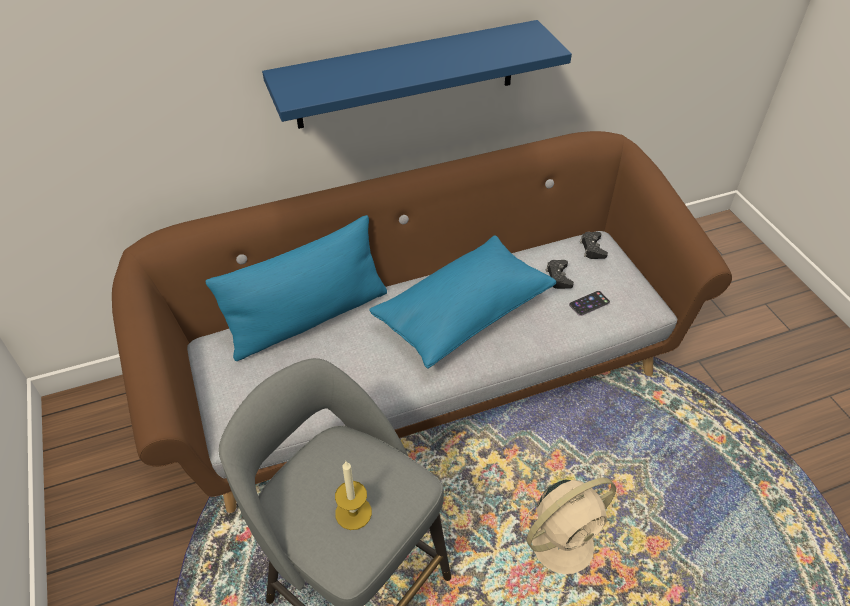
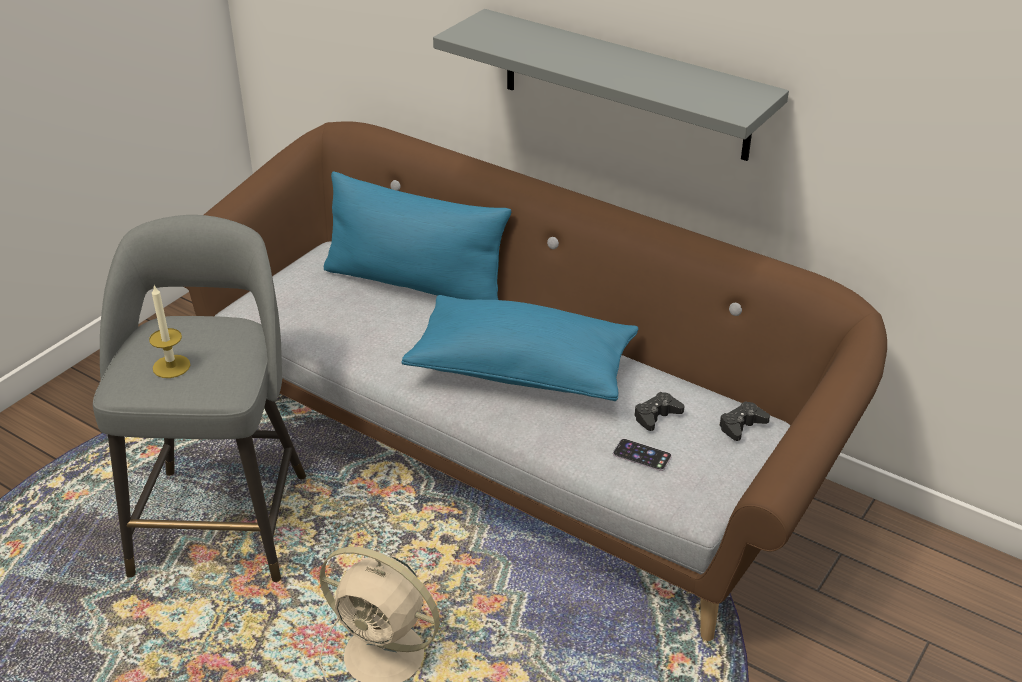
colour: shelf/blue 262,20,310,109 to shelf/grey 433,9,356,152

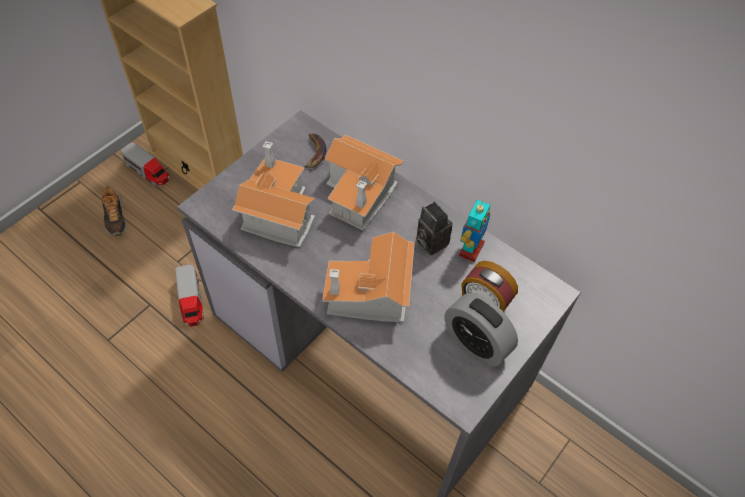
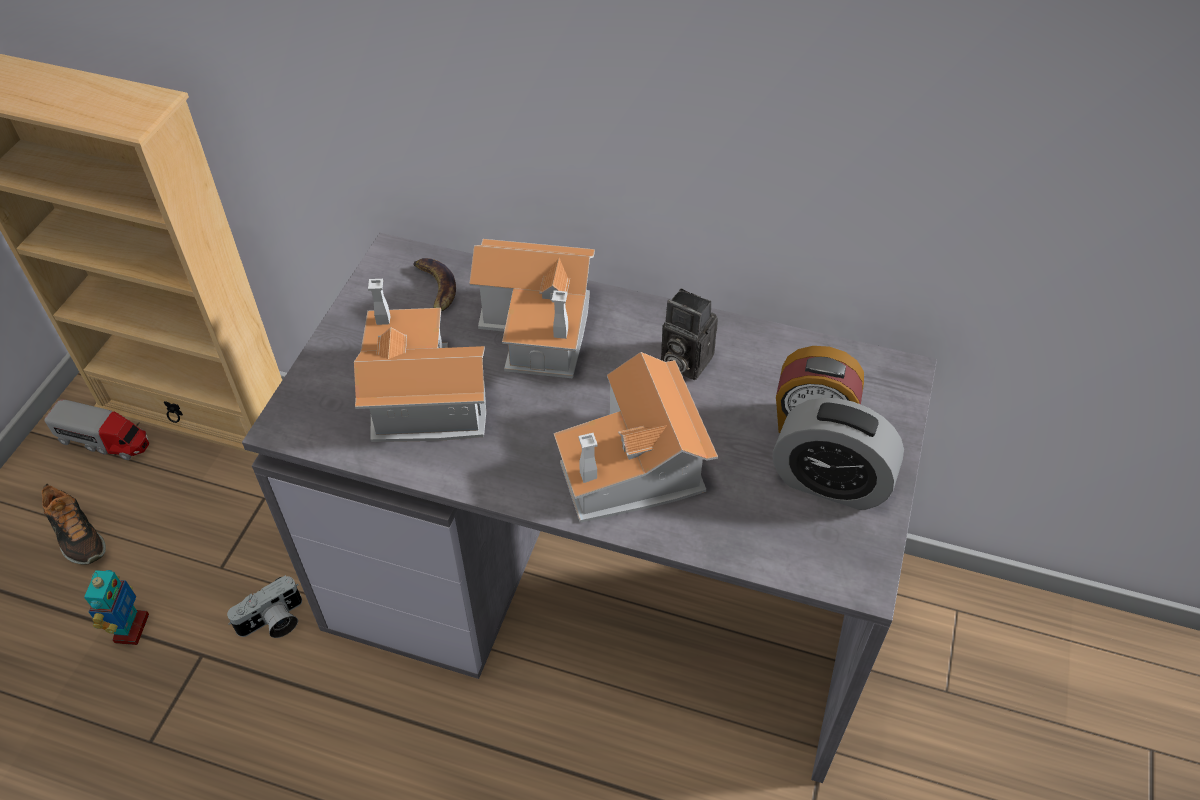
relocated: toy robot 459,200,32,62 to 84,570,65,75
exchanged: toy truck 175,264,29,63 to photo camera 227,575,75,63

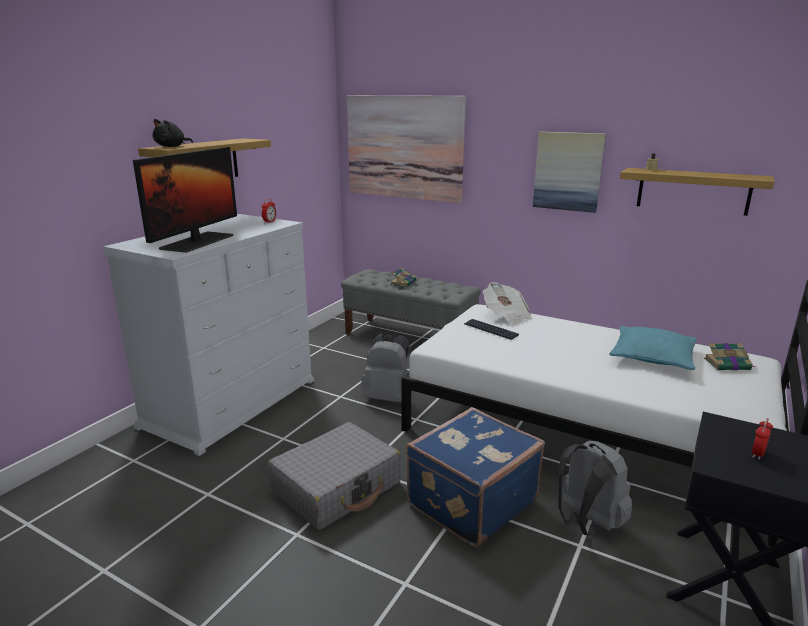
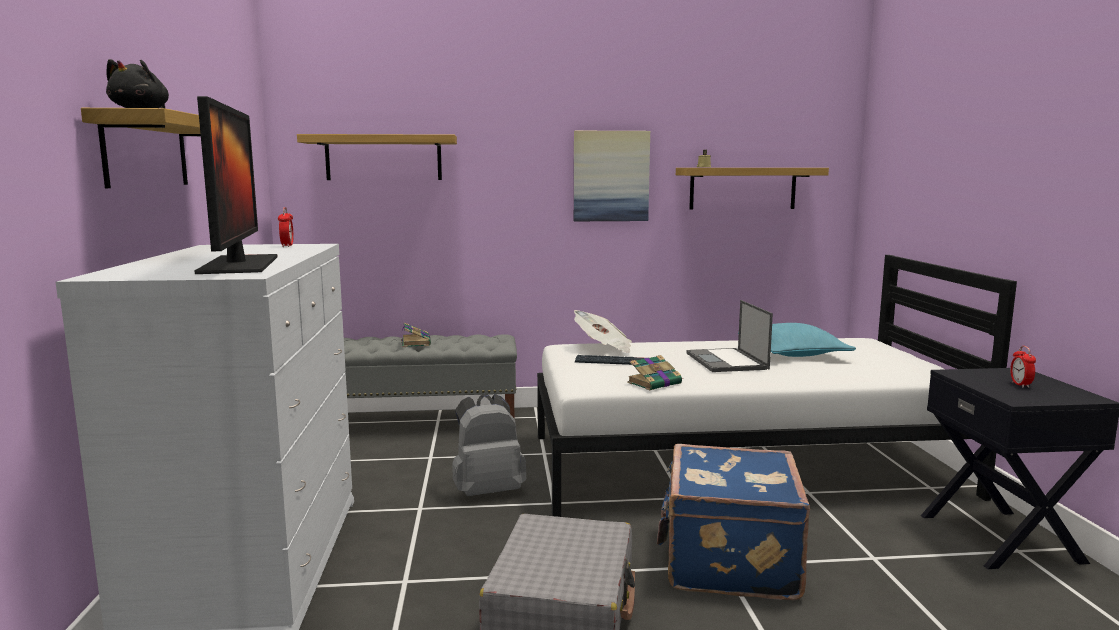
missing: backpack/grey 558,441,74,95
appeared: laptop 686,300,87,72
relocated: book 704,343,51,27 to 627,355,55,36
exchanged: picture 347,95,119,108 to shelf 297,134,160,46

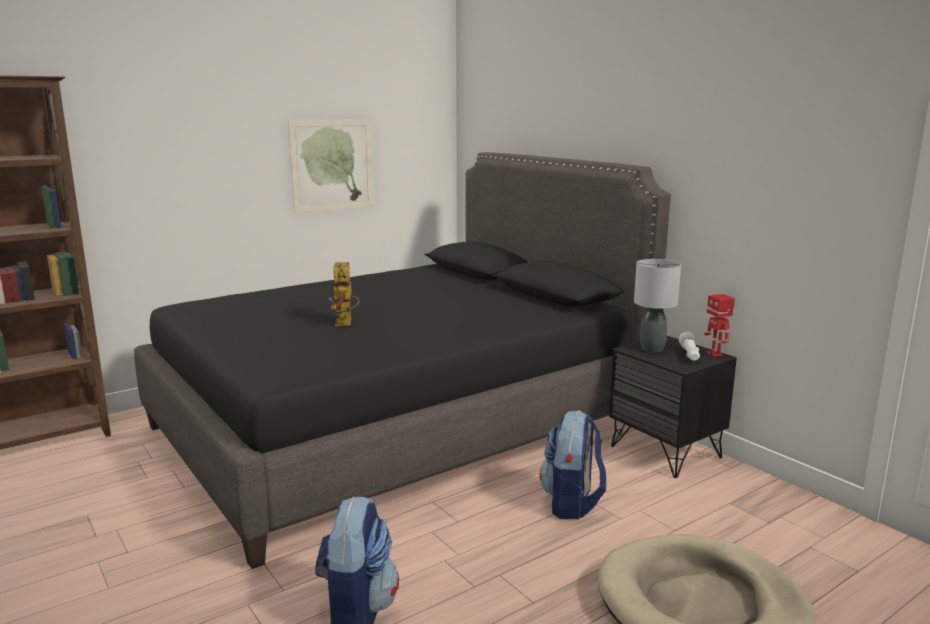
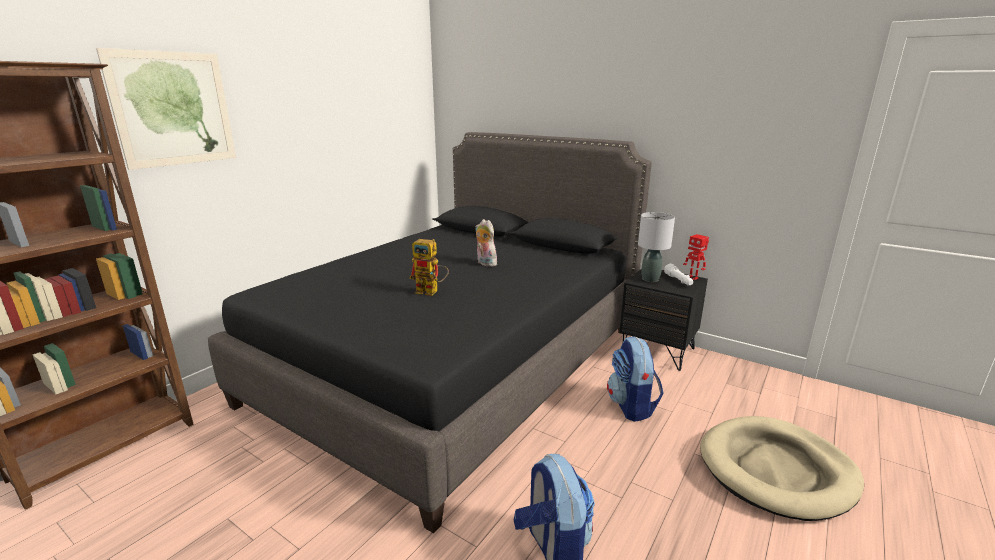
appeared: plush toy 476,219,21,48
relocated: picture 288,119,86,95 to 96,48,140,122
spun: toy robot 329,262,30,64 = 409,239,40,57 45 degrees counterclockwise

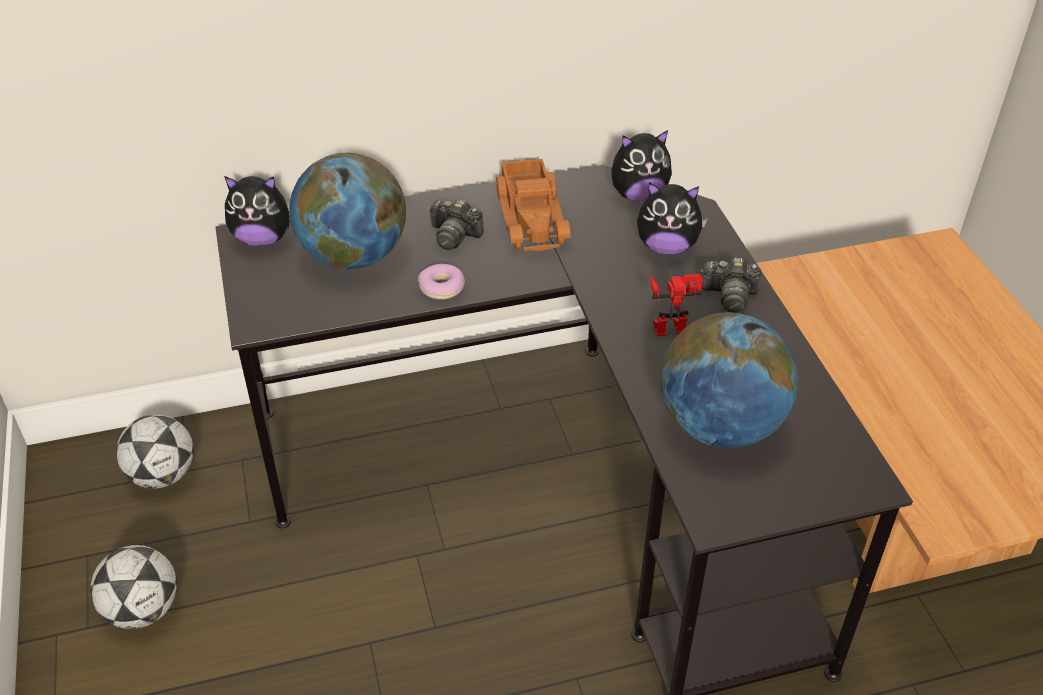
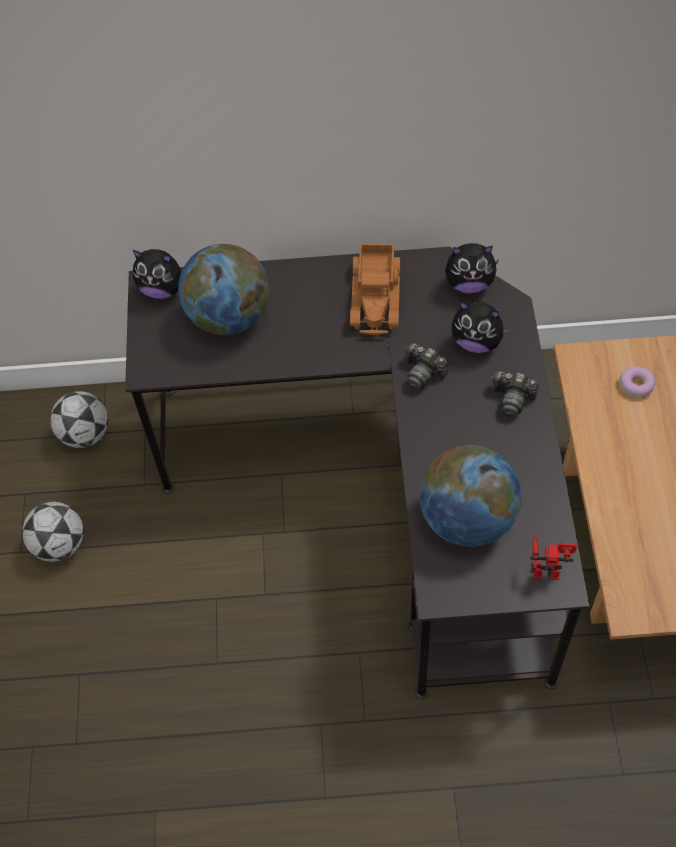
relocated: donut 418,264,47,35 to 619,366,36,31; photo camera 429,199,55,51 to 405,343,43,47; toy robot 651,274,52,62 to 530,533,47,47

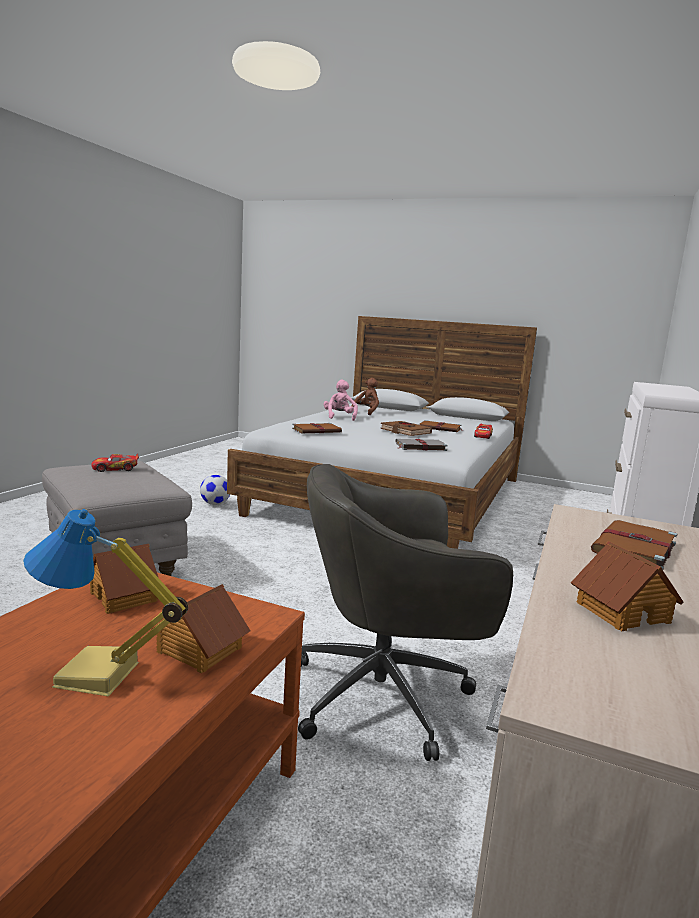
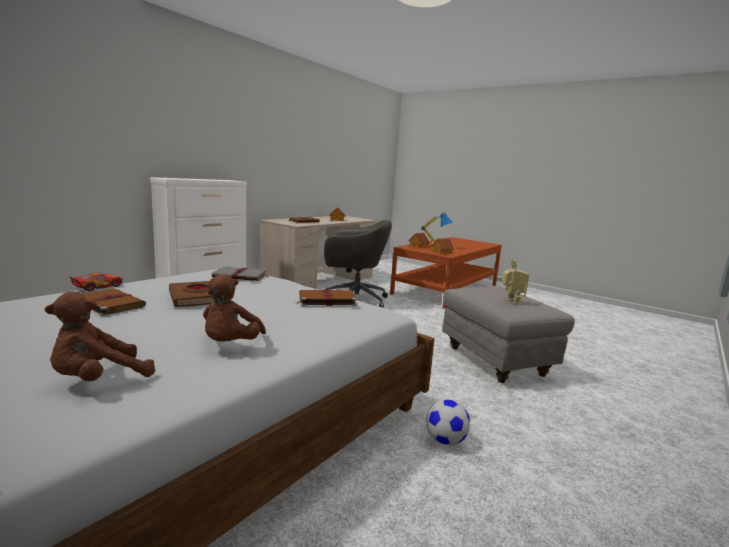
exchanged: toy car 91,453,48,19 to toy robot 502,259,27,46
colour: plush toy/pink 324,380,34,41 to plush toy/brown 203,274,63,68

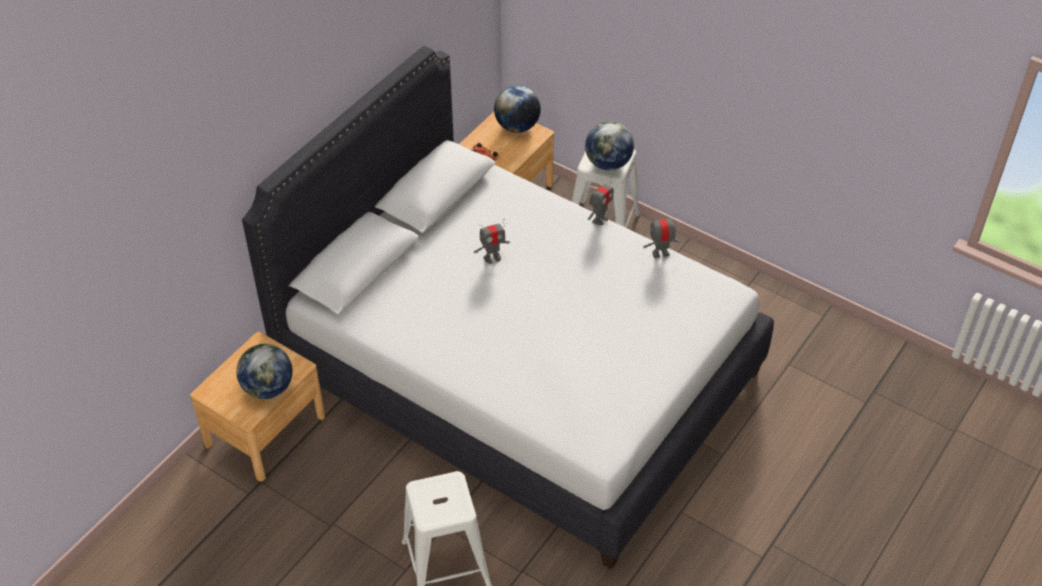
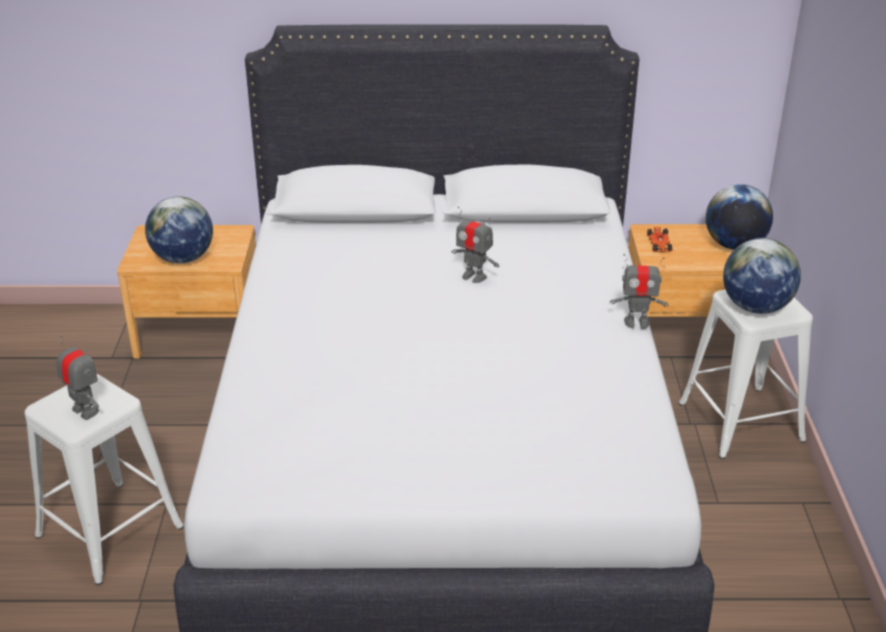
relocated: toy robot 643,214,38,44 to 56,335,43,85

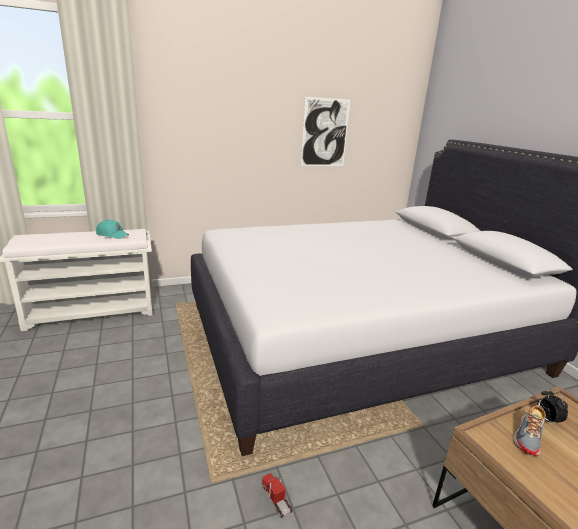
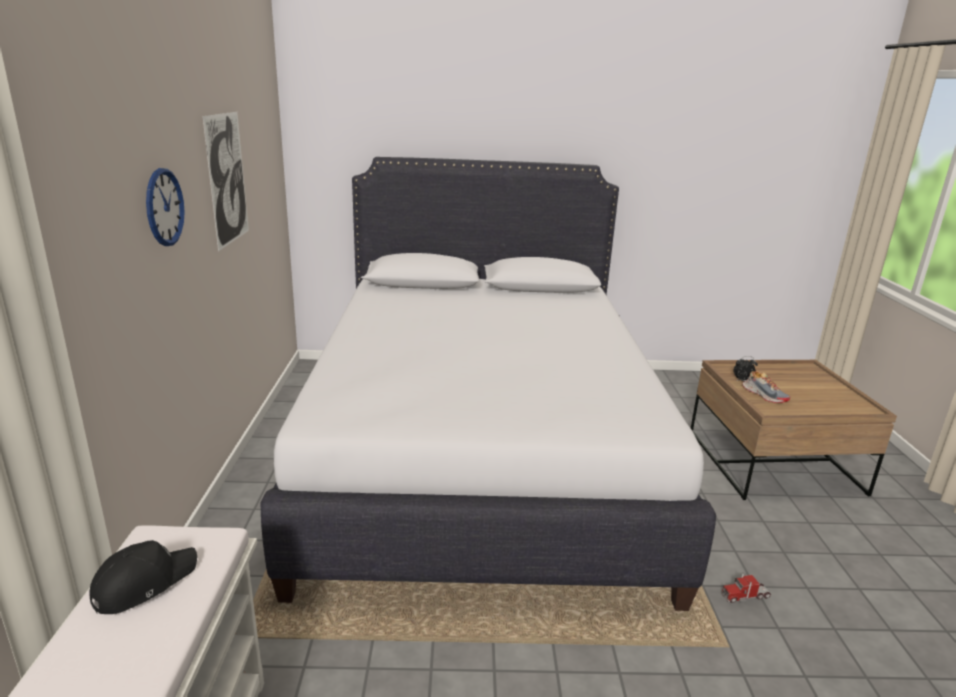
appeared: wall clock 146,168,39,78
colour: cap/turquoise 96,220,33,19 to cap/black 89,540,108,74

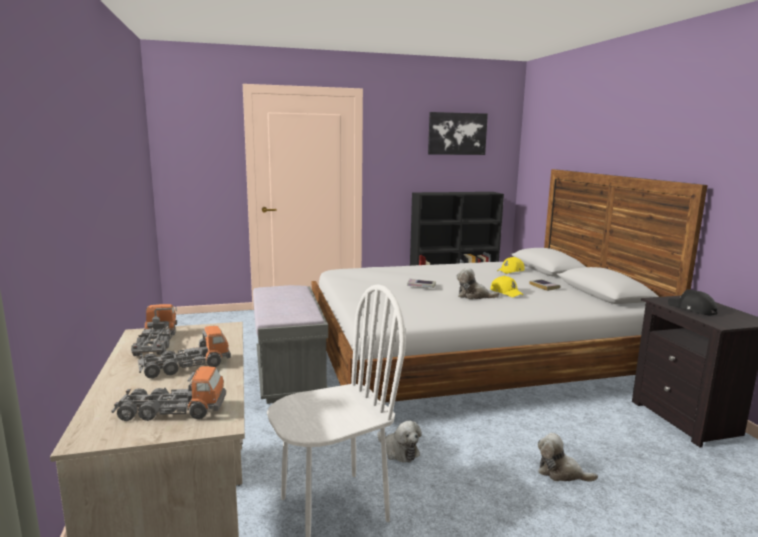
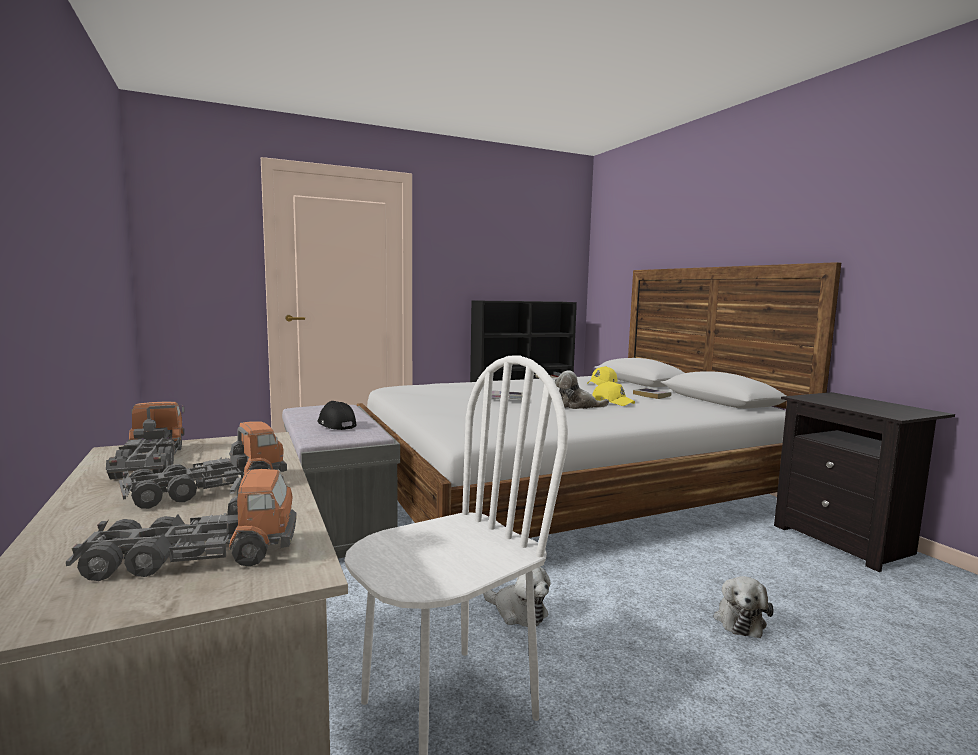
missing: picture 428,112,60,43
relocated: cap/black 668,289,50,27 to 317,401,40,29
spun: plush toy 538,433,60,49 = 714,576,60,62 90 degrees counterclockwise

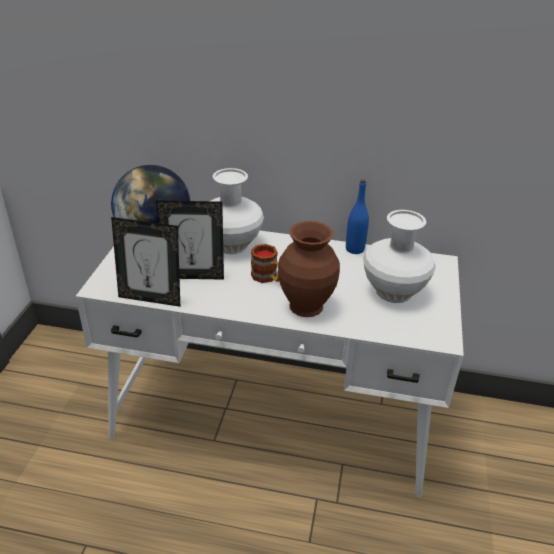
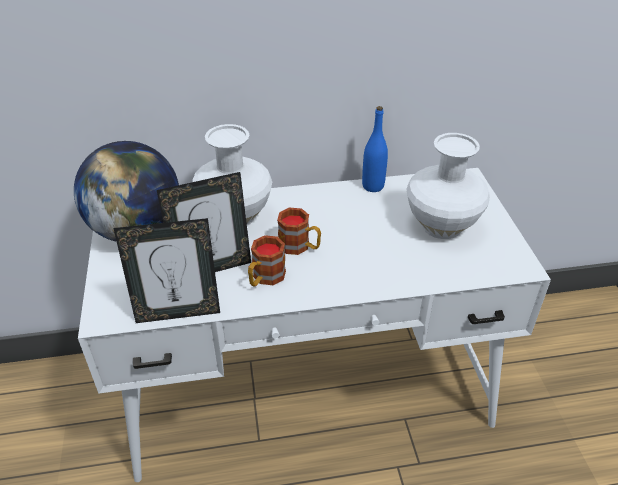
missing: vase/brown 278,221,62,96
appeared: mug 248,235,38,52

